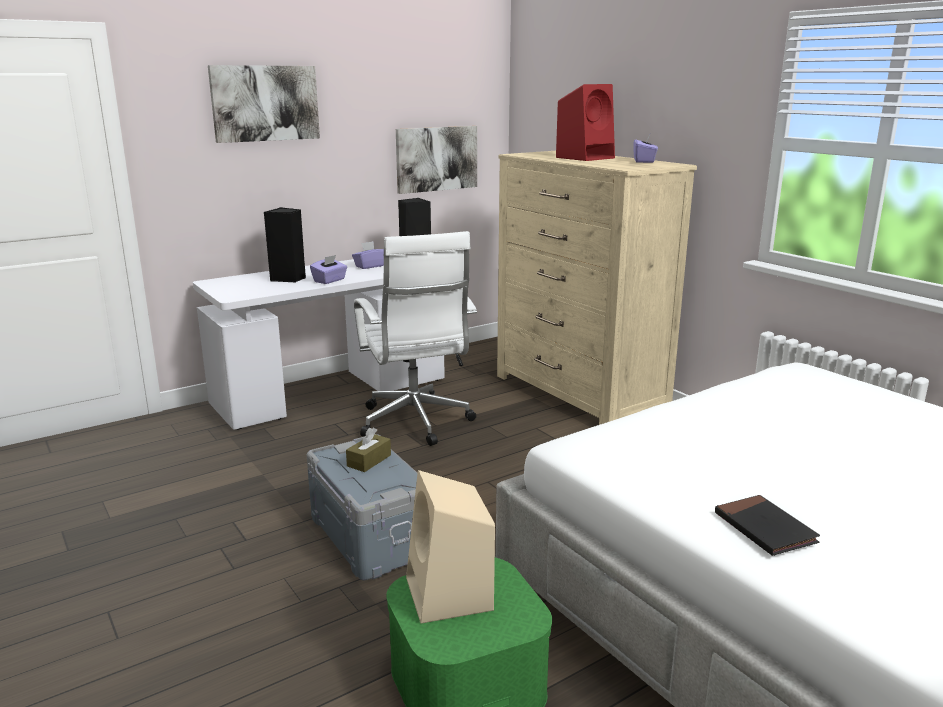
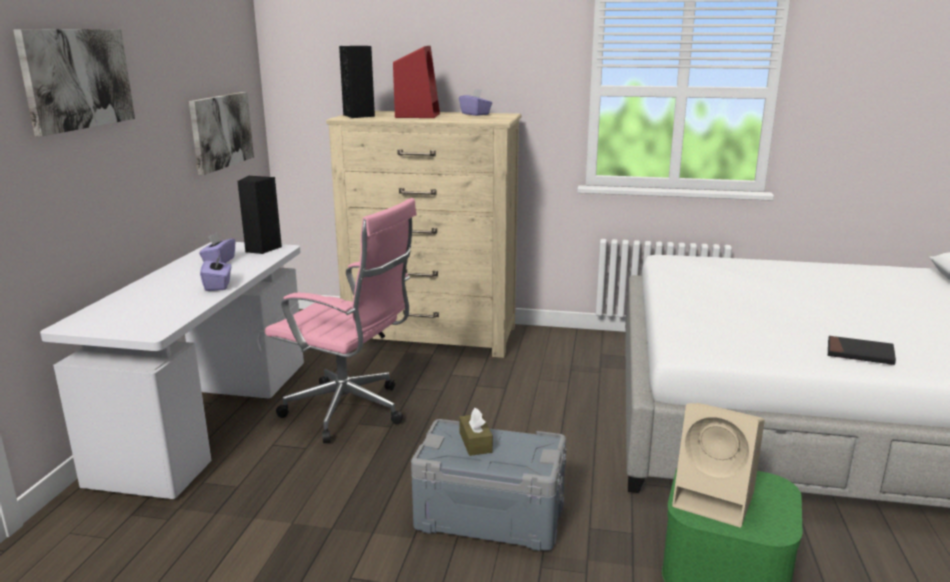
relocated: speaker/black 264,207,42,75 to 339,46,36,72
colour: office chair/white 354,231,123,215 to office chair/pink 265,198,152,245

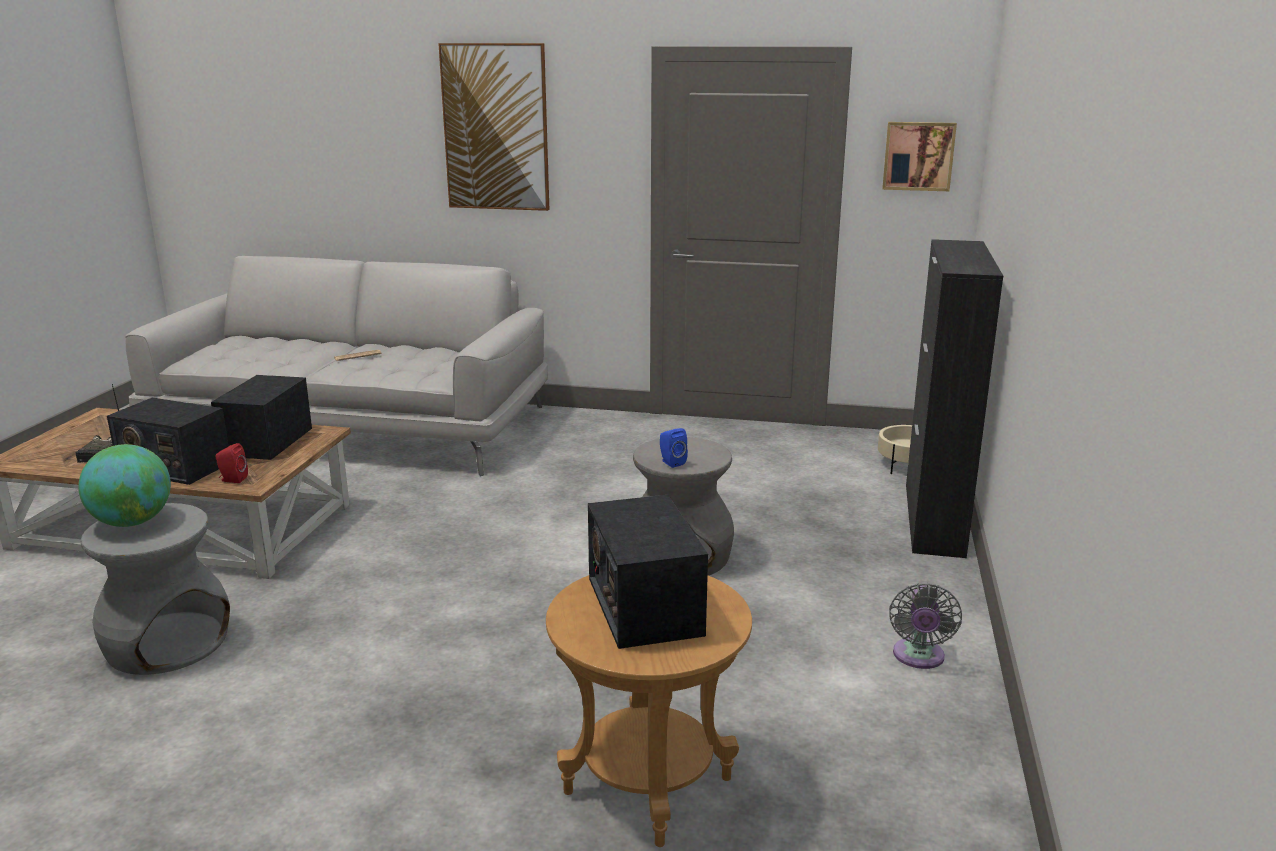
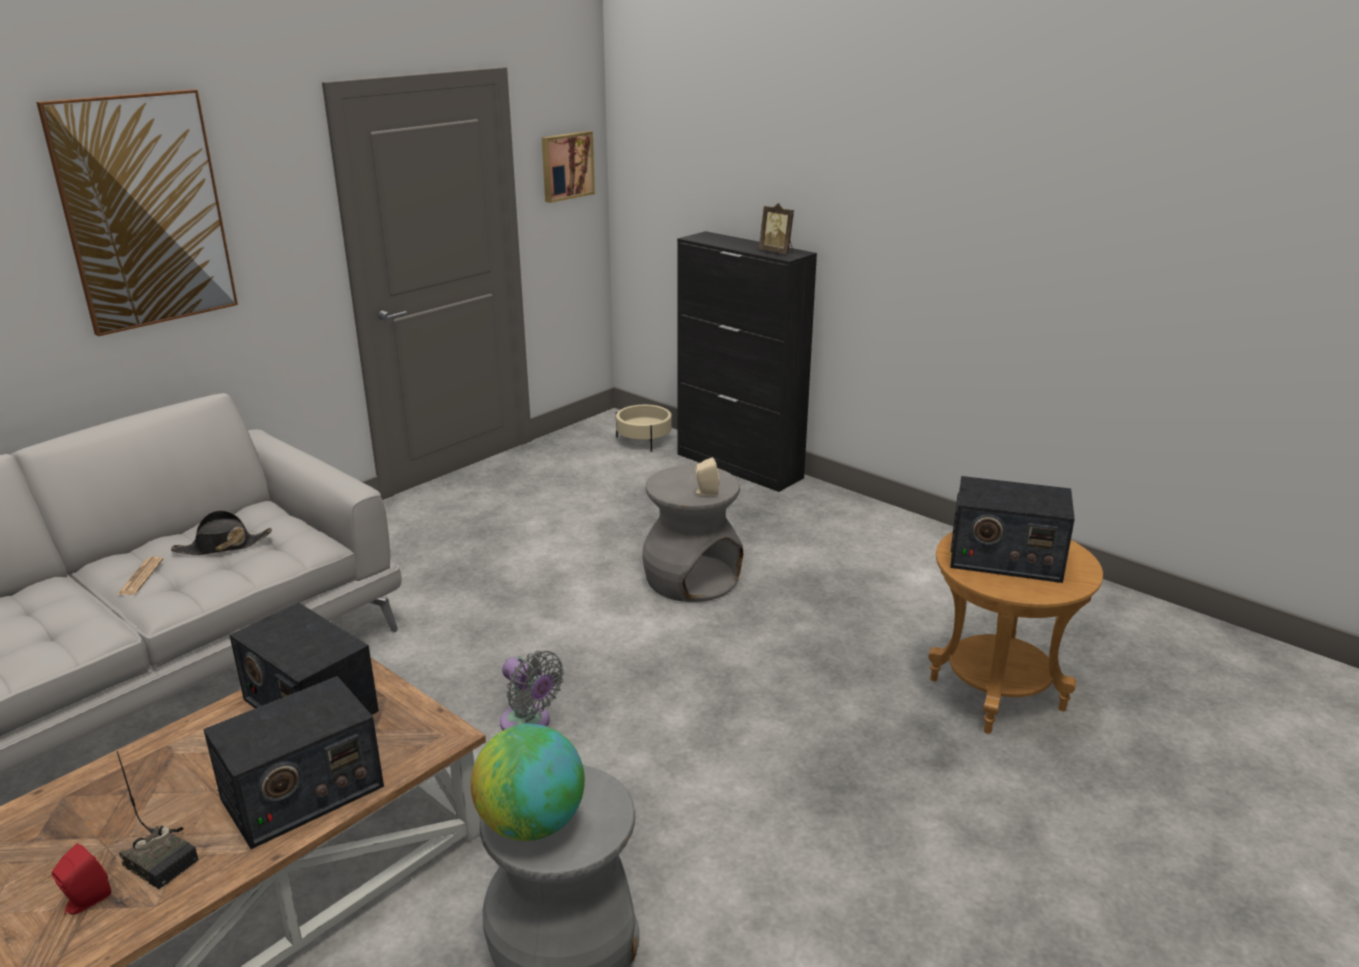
appeared: hat/black 171,510,101,45; picture frame 759,203,35,51
relocated: speaker/red 216,443,32,40 to 52,843,59,72; fan/grey 889,583,73,86 to 500,650,64,80
colour: speaker/blue 660,428,28,40 to speaker/beige 694,457,25,39

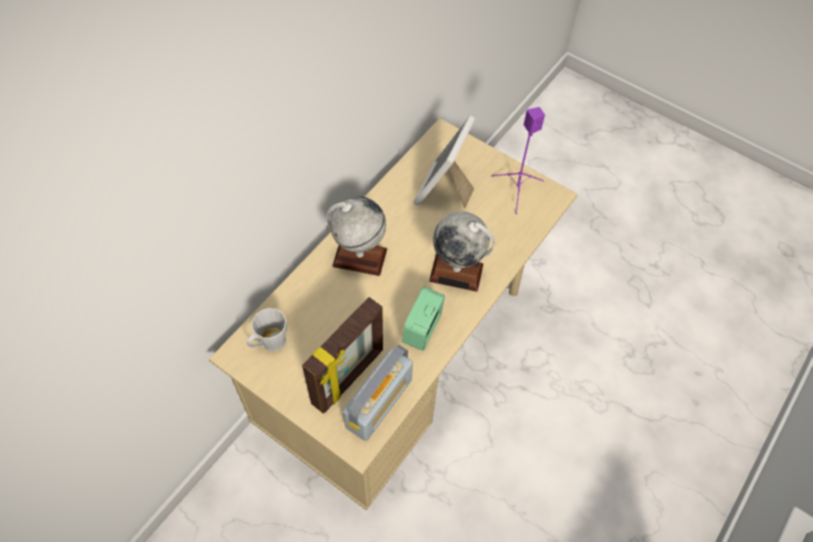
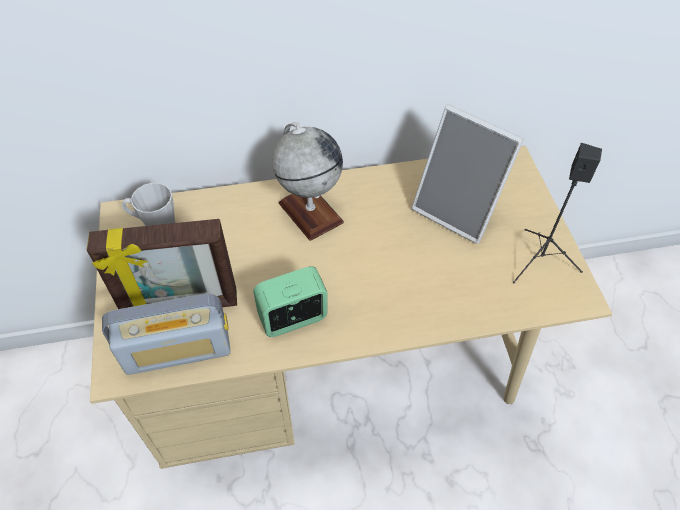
missing: globe 429,211,66,81
colour: speaker/purple 491,107,54,107 to speaker/black 513,143,89,140
spun: picture frame 414,116,61,92 = 411,105,113,139 120 degrees counterclockwise

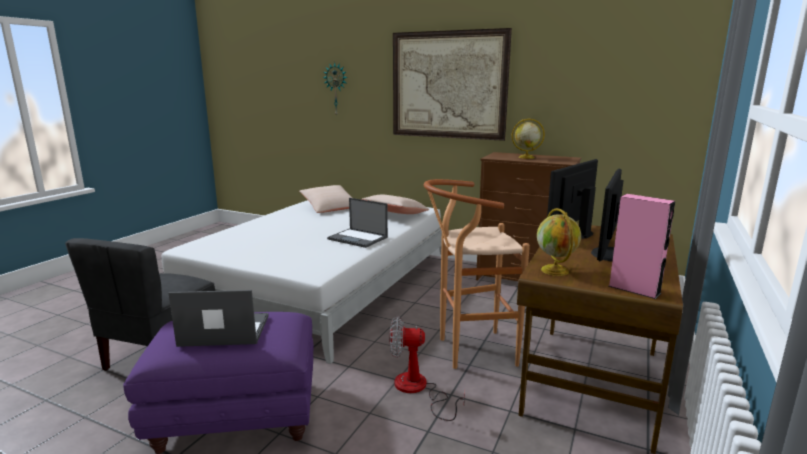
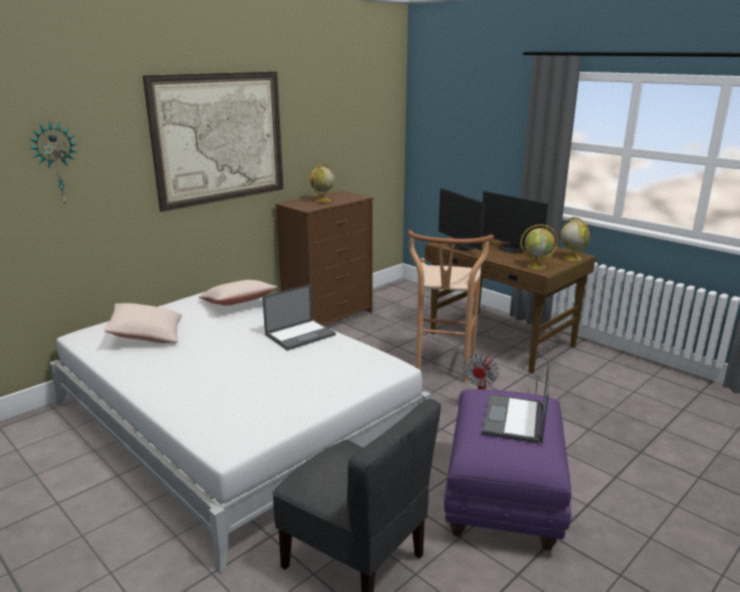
exchanged: speaker/pink 609,194,66,105 to globe 561,217,29,44

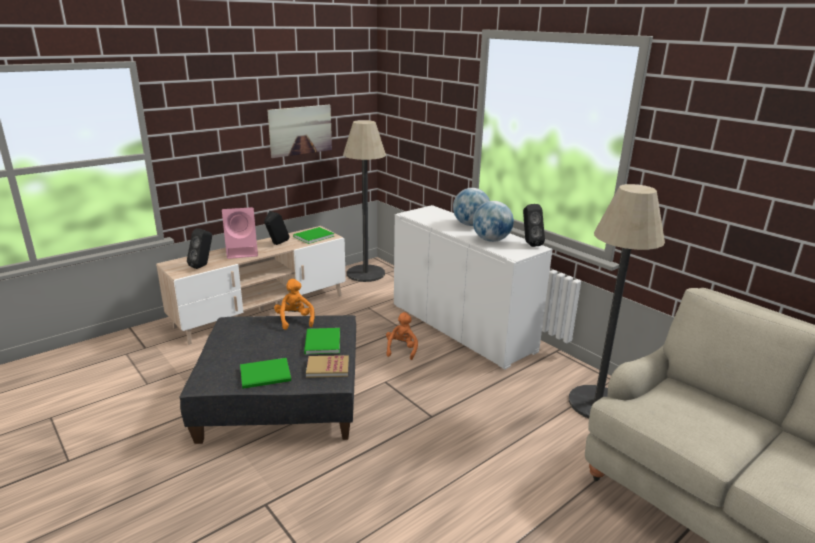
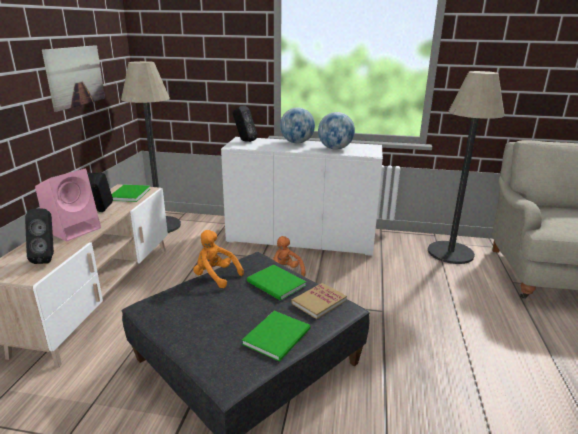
relocated: speaker/black 523,204,22,43 to 233,106,24,36

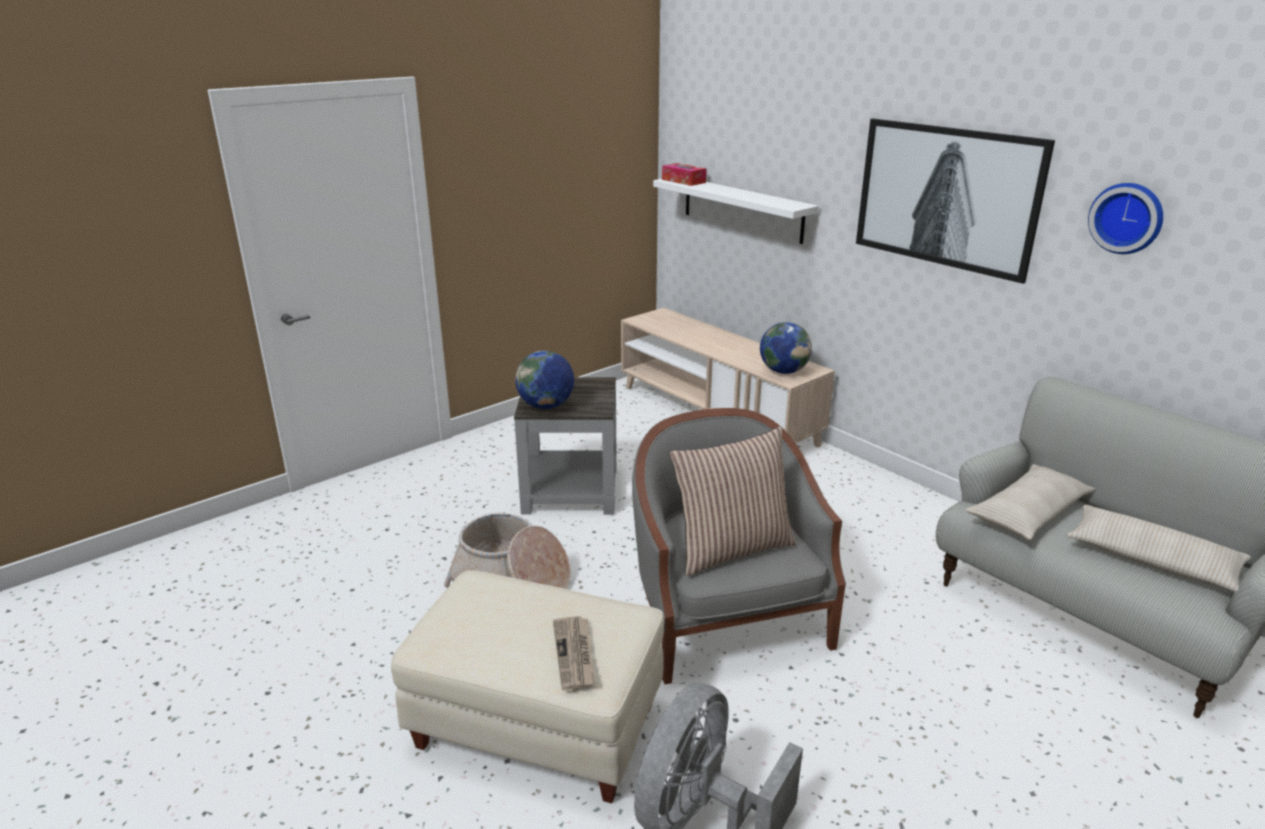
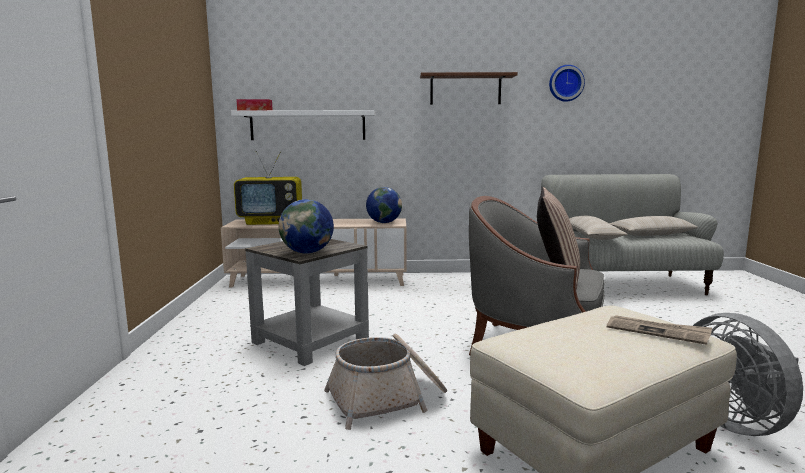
appeared: television 234,151,68,74
exchanged: picture 856,119,199,165 to shelf/brown 420,72,98,33

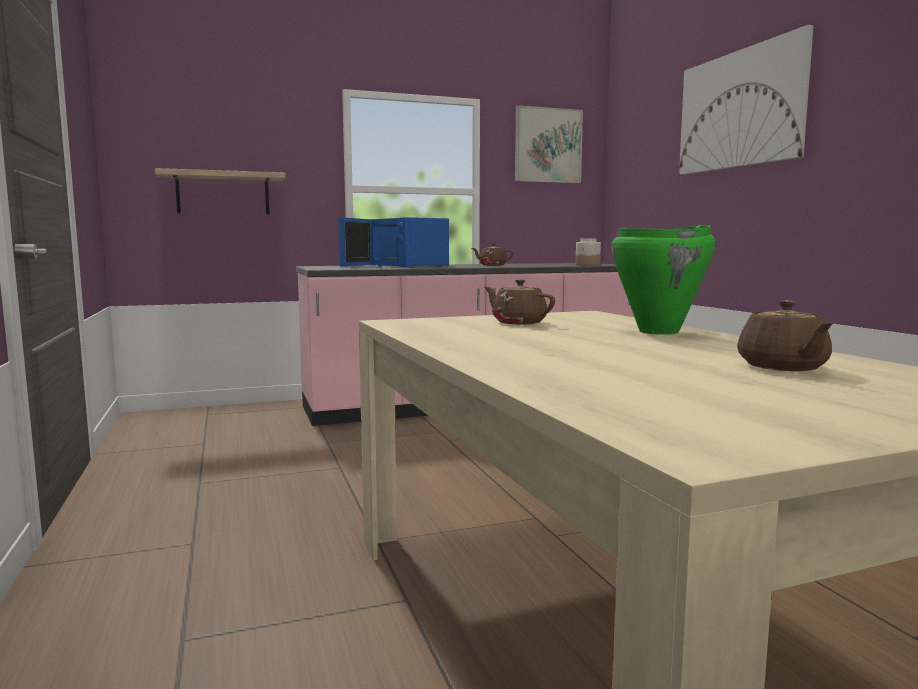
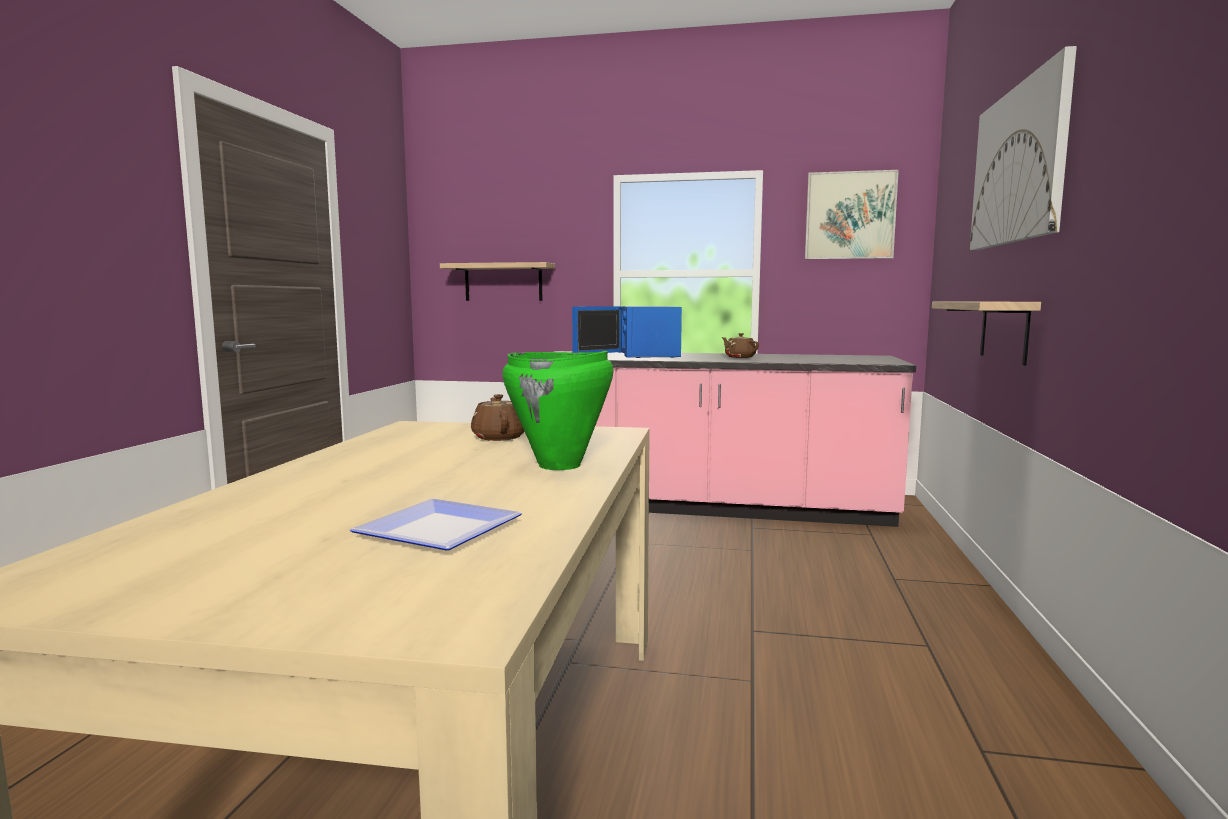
missing: jar 576,238,25,28
appeared: shelf 932,302,109,64
exchanged: teapot/brown 737,300,96,71 to plate 350,499,172,52

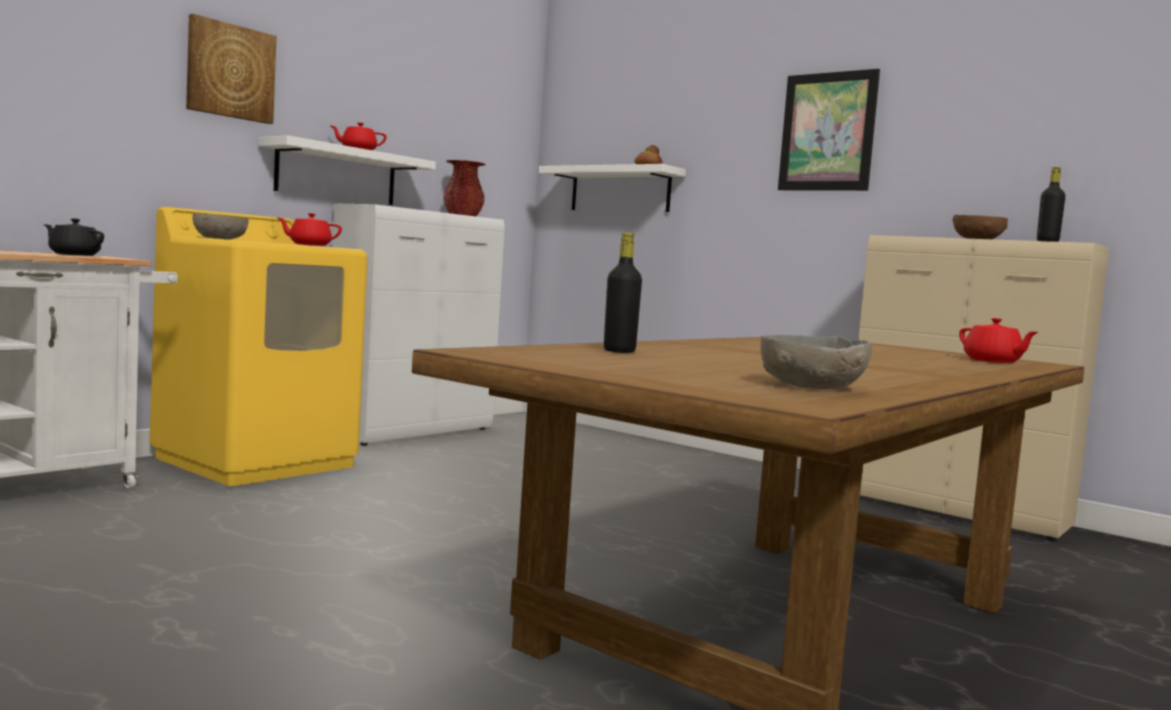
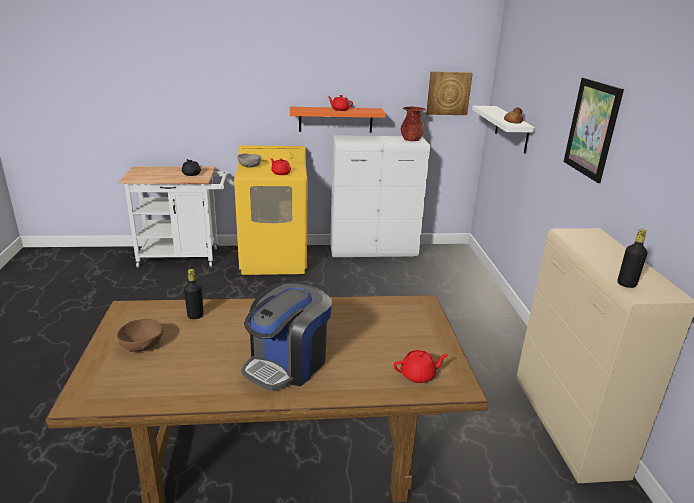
missing: bowl/grey 760,335,112,54
appeared: coffee machine 241,282,91,109
relocated: picture 186,14,91,110 to 426,71,47,44; bowl/brown 952,214,56,25 to 117,319,47,33
colour: shelf/white 258,135,178,70 to shelf/orange 290,107,96,26
spun: teapot/red 959,318,79,45 = 394,350,54,33 120 degrees counterclockwise

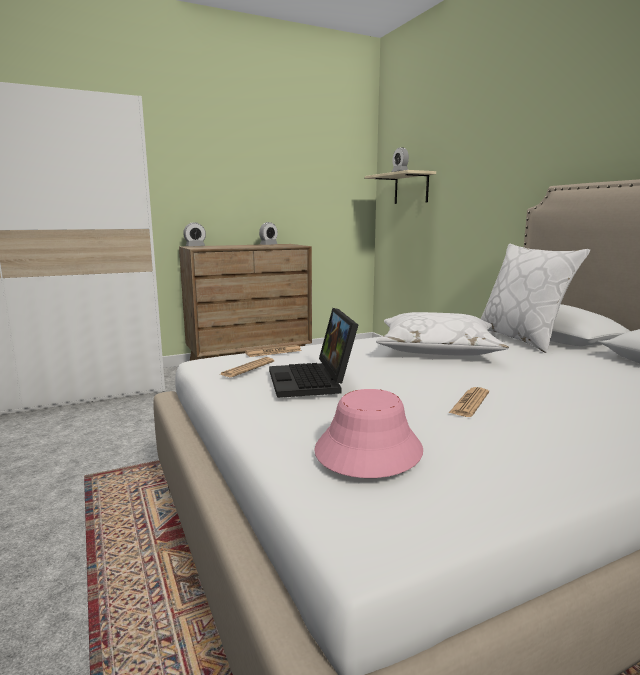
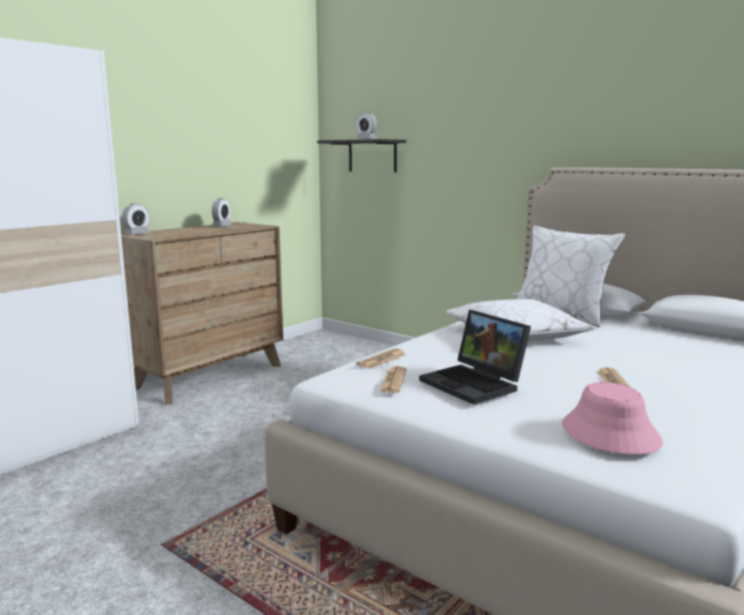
colour: shelf/beige 365,170,71,34 to shelf/black 317,139,89,34

